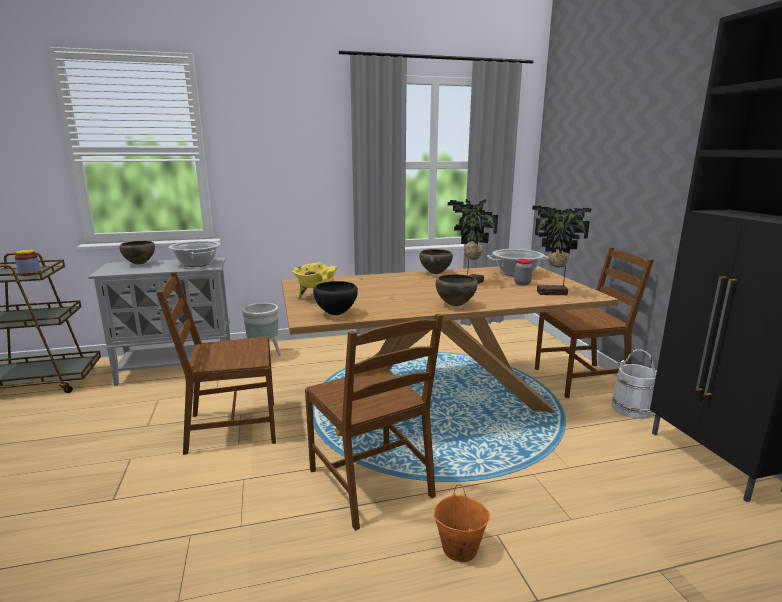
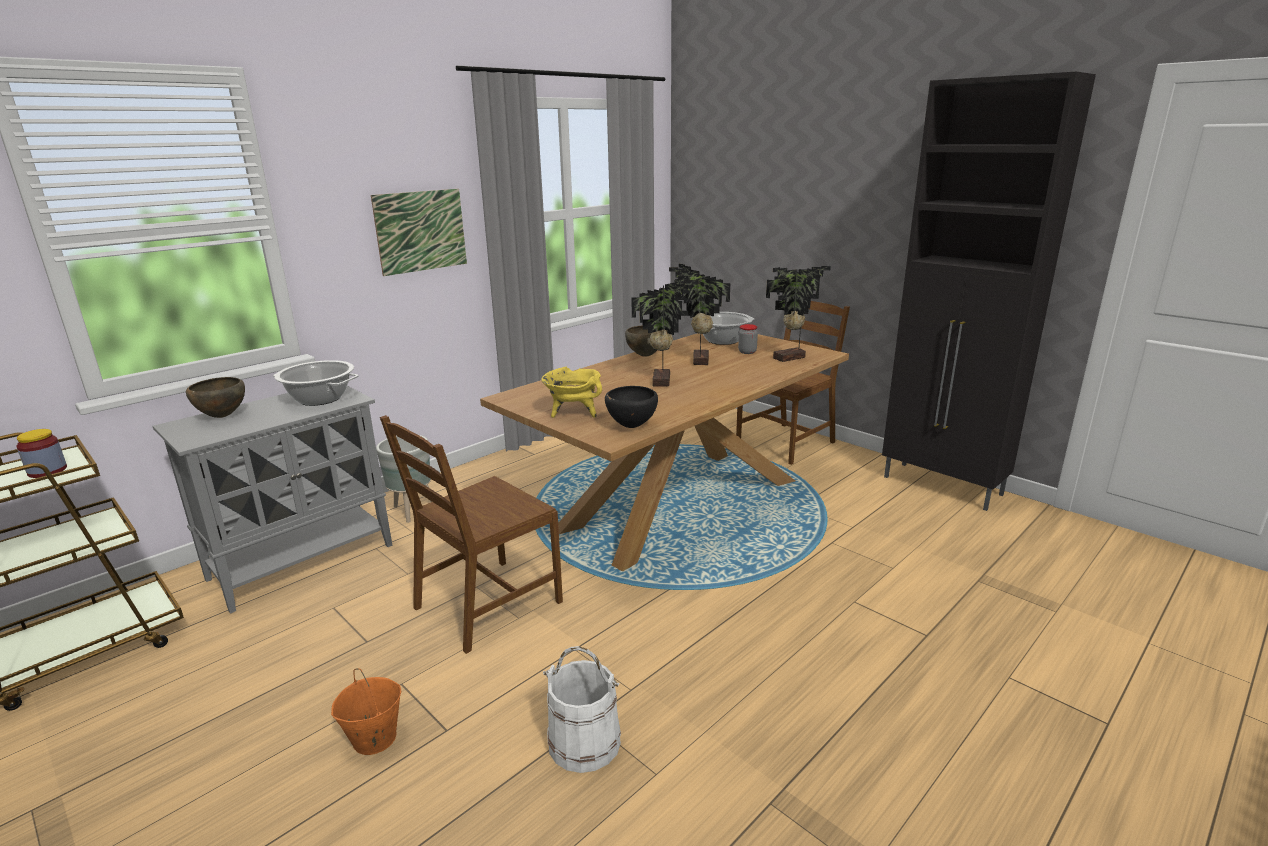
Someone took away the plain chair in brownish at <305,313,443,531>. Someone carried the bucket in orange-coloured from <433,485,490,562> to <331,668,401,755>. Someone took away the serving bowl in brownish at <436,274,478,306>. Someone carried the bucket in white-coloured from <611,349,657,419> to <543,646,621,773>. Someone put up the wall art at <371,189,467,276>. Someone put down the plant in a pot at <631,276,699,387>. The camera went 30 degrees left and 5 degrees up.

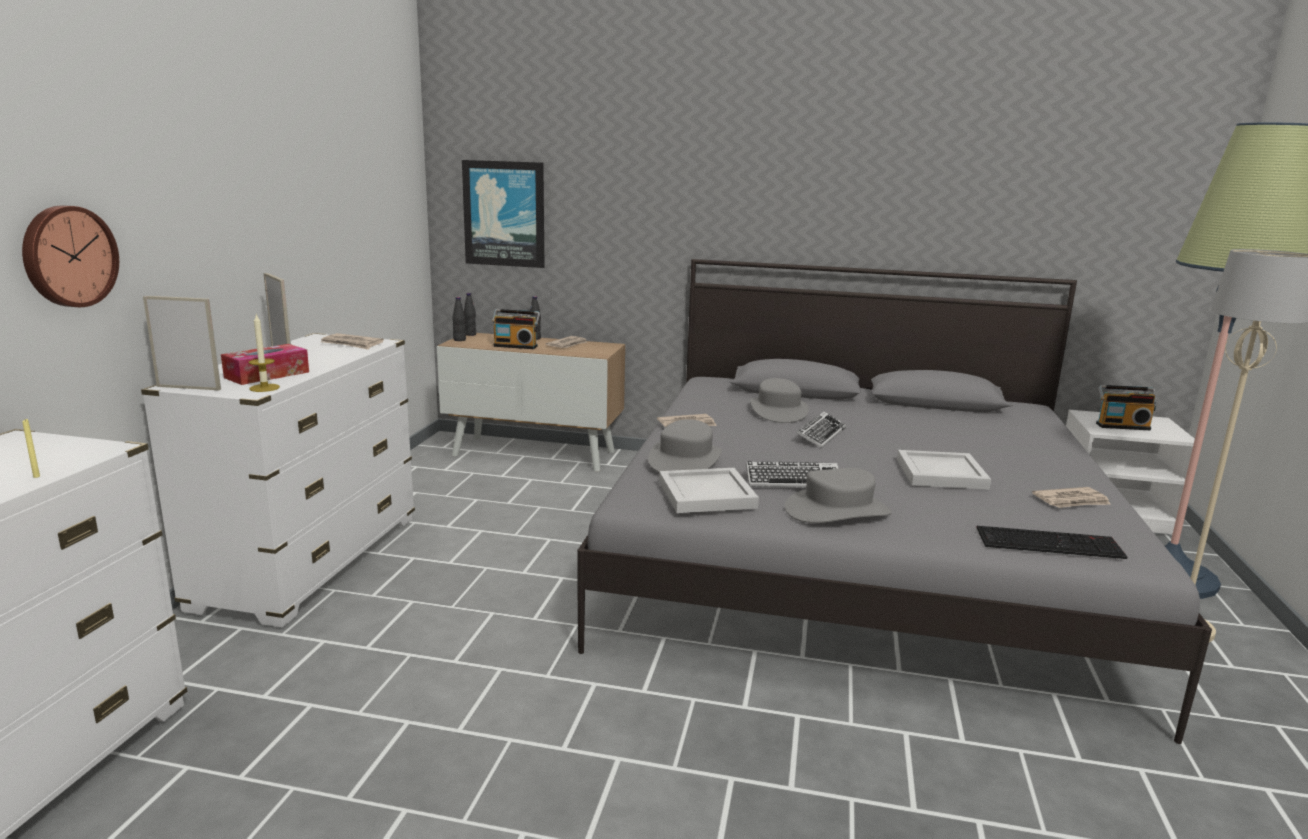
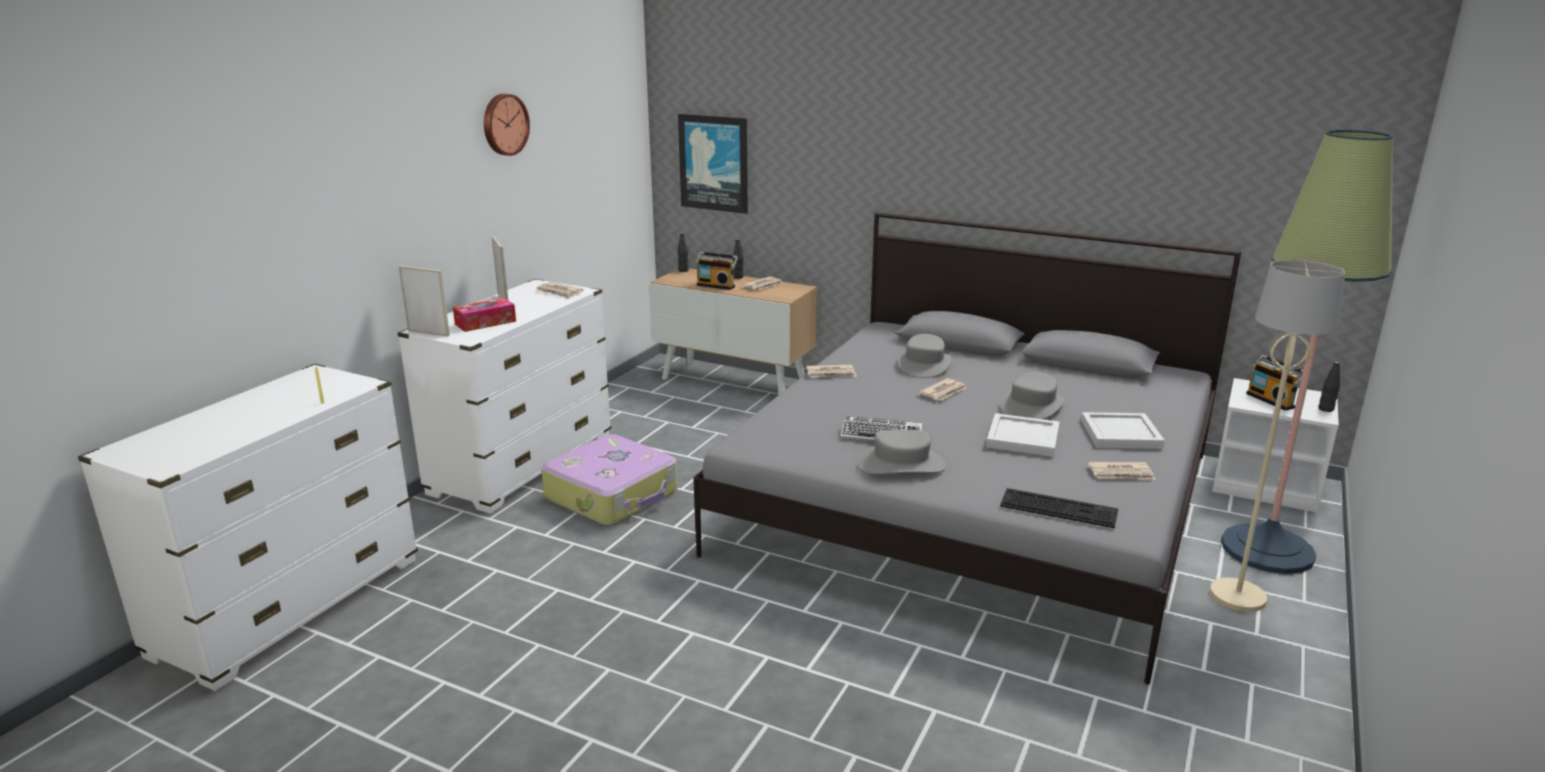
Someone carried the clock on the wall from <22,206,119,307> to <484,94,530,156>. Someone took away the wax light at <249,315,280,392>. Someone carried the bottle in black from <452,297,466,341> to <1318,362,1340,412>. Someone carried the wearable hat in greyish from <648,419,722,472> to <1000,372,1065,419>. Someone carried the serving tray in white-coloured from <659,468,759,513> to <1081,412,1165,449>. Someone swapped the PC keyboard at <796,411,846,448> for the printed paper at <918,378,966,400>. Someone rotated the radio set at <1096,385,1157,430> by 45 degrees clockwise. Someone put down the piece of luggage at <541,434,678,526>. The camera went 15 degrees right and 5 degrees up.

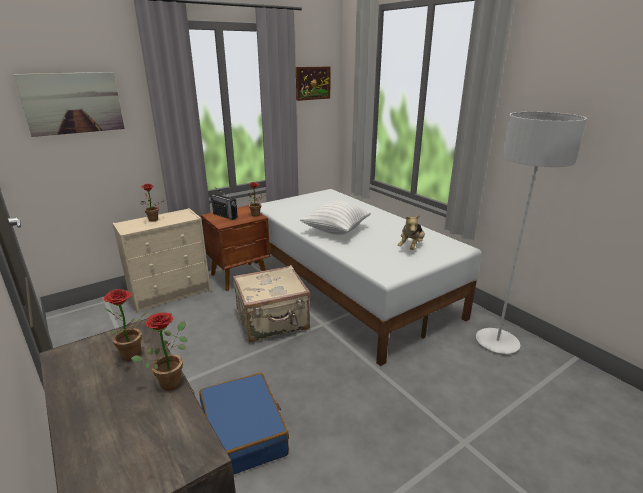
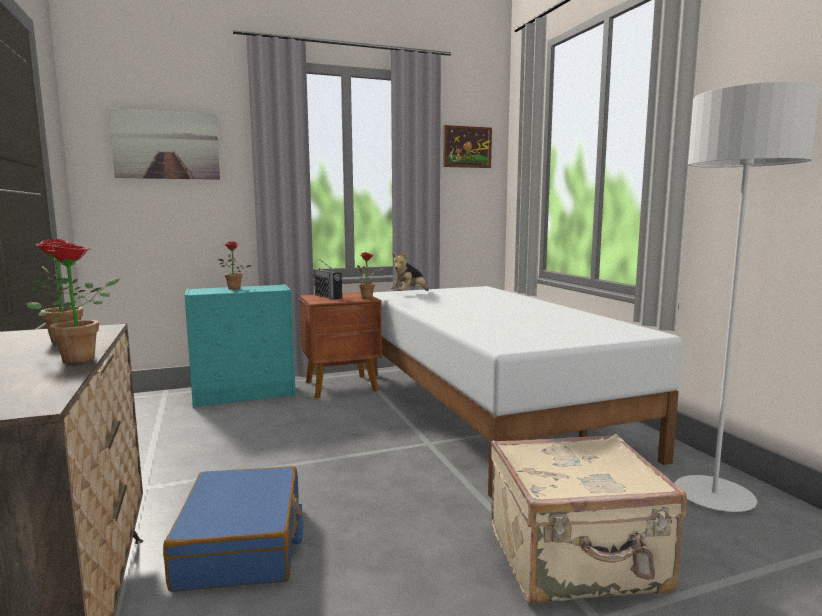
Someone repainted the drawer chest in sand-coloured at <113,208,211,314>, which became the drawer chest in turquoise-coloured at <185,284,296,408>. Someone carried the piece of luggage in sand-coloured from <233,265,310,342> to <491,434,687,604>. Someone took away the cushion in white-coloured at <300,200,371,235>. Someone carried the plush toy from <398,215,425,250> to <390,252,428,291>. The camera went 15 degrees right and 15 degrees down.

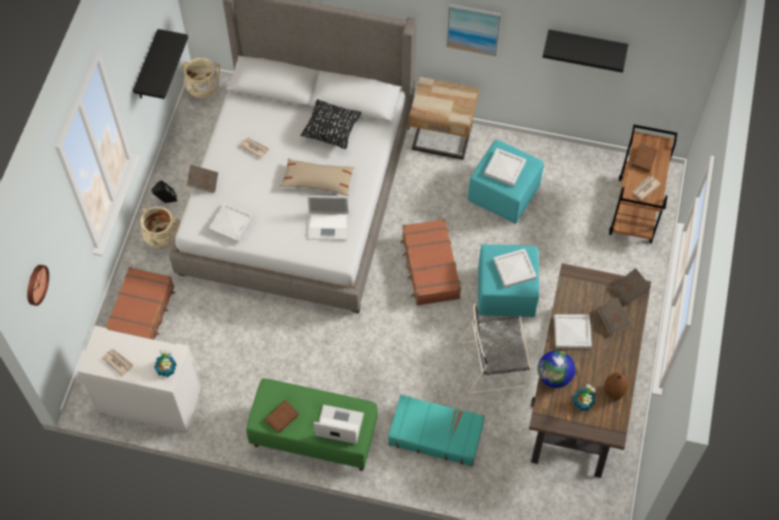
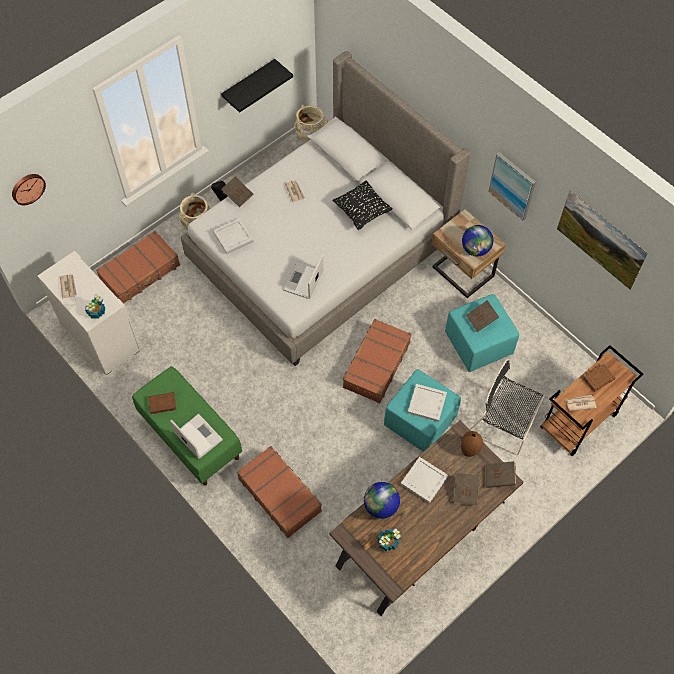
Someone took away the cushion in sand-coloured at <280,158,355,196>. Someone rotated the notebook computer at <308,196,349,240> by 75 degrees clockwise. Someone repainted the piece of luggage in turquoise-coloured at <388,395,485,467>, which became the piece of luggage in brownish at <237,446,322,538>. Someone carried the plain chair in black from <460,303,532,394> to <470,359,545,455>. Someone swapped the serving tray in white-coloured at <484,148,526,186> for the volume in brownish at <466,300,499,332>. Someone swapped the shelf in black at <543,29,628,73> for the wall art at <557,191,648,290>. Someone carried the vase in brownish from <604,373,629,401> to <461,431,483,457>. Someone put down the desk globe at <462,225,493,256>. The camera went 35 degrees right and 0 degrees up.

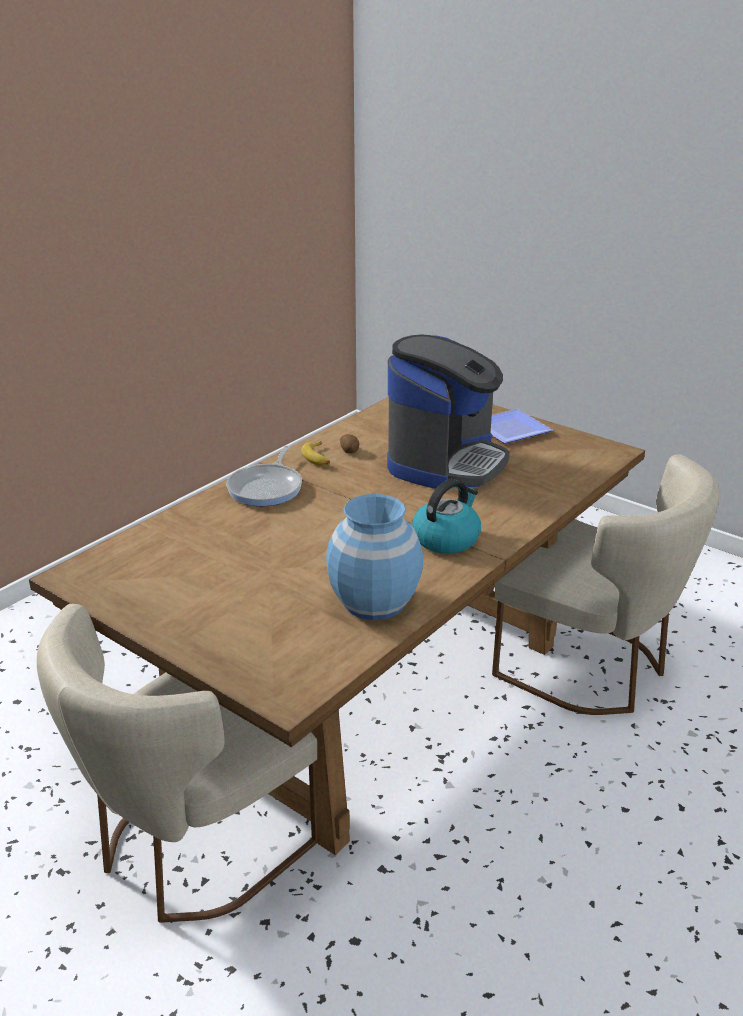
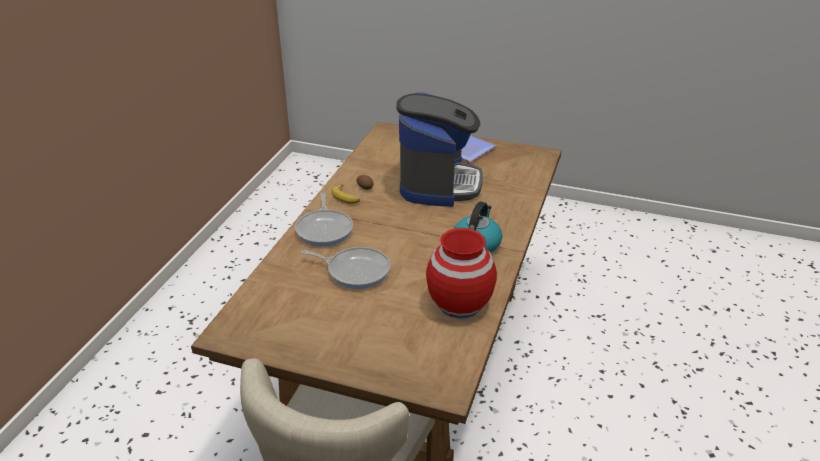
Someone repainted the vase in blue-coloured at <326,494,423,620>, which became the vase in red at <426,228,497,318>. Someone took away the plain chair in sand-coloured at <492,454,719,715>. Someone put down the frying pan at <301,247,390,289>. The camera went 20 degrees left and 5 degrees up.

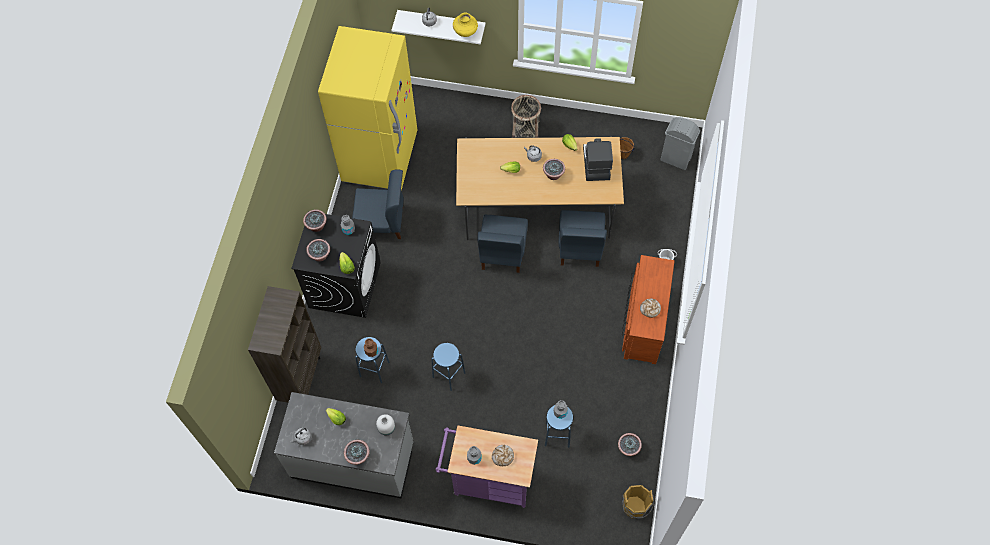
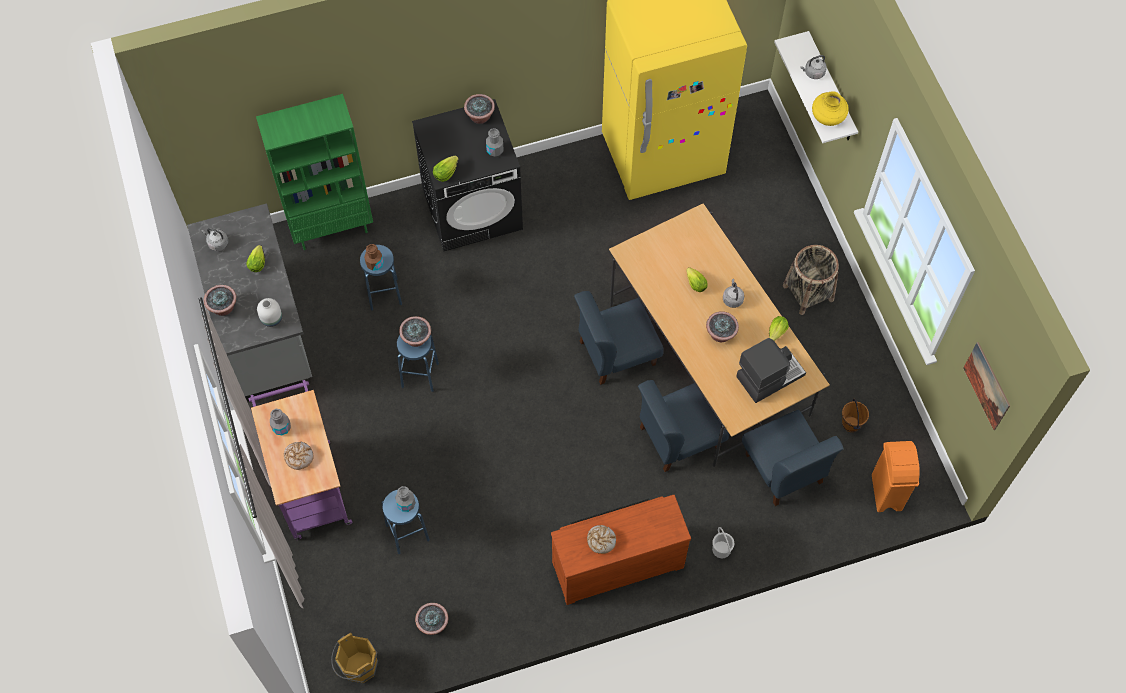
Someone repainted the bookshelf in brownish at <248,286,322,403>, which became the bookshelf in green-coloured at <256,94,373,250>. Someone carried the plant in a pot from <306,239,330,262> to <399,316,431,347>. Someone carried the plain chair in blue-coloured from <352,169,404,239> to <742,410,843,506>. Someone repainted the waste bin in greyish at <660,117,700,170>, which became the waste bin in orange-coloured at <872,441,920,512>. Someone put up the wall art at <963,342,1010,430>. The camera went 60 degrees right and 0 degrees up.

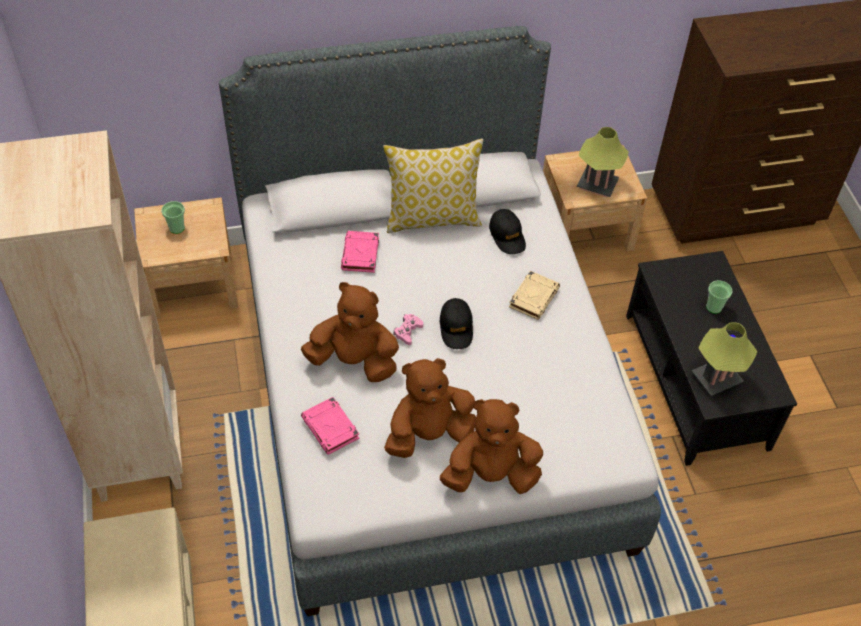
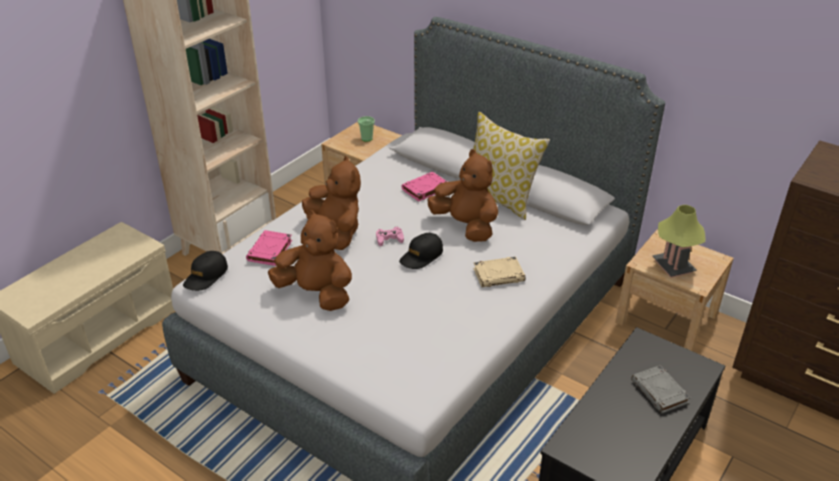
Someone carried the plush toy in brownish from <440,399,543,494> to <427,149,498,242>. Someone carried the cap in black from <489,209,526,254> to <183,251,228,291>. Someone took away the table lamp at <691,322,758,396>. Someone swapped the small cup at <706,280,732,314> for the volume in greyish at <631,365,691,414>. The camera went 50 degrees right and 15 degrees down.

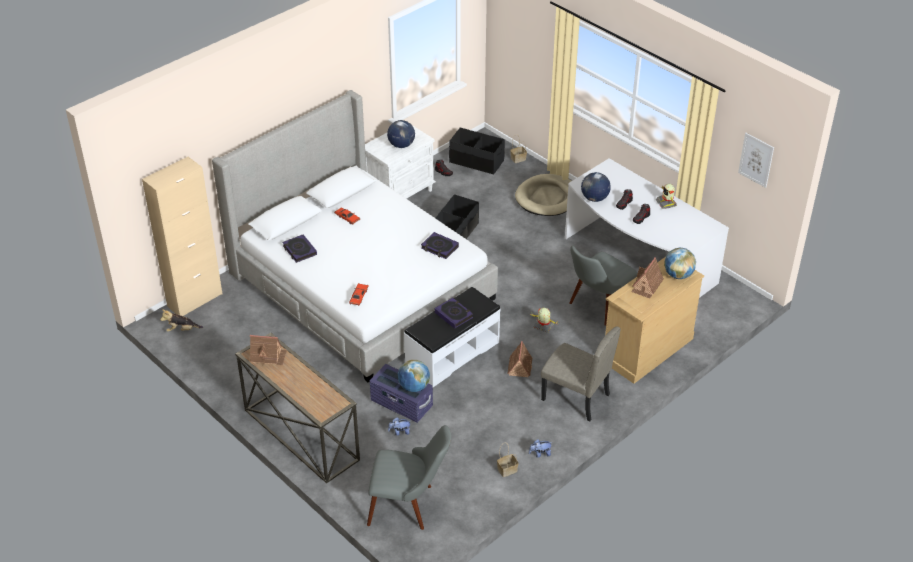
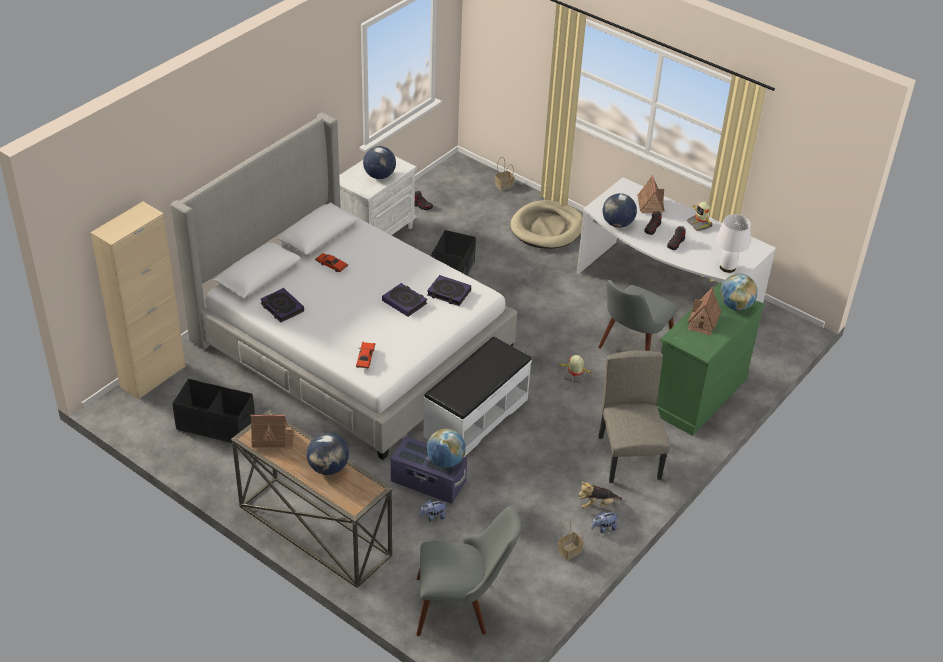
Someone carried the plush toy from <160,309,203,332> to <579,482,622,509>. Someone carried the volume from <434,298,473,329> to <382,283,427,317>. Someone carried the storage box in black from <449,127,505,175> to <172,379,255,443>. Someone carried the toy house from <507,341,532,377> to <637,175,665,214>. Someone rotated the plain chair in sand-coloured at <541,326,621,421> by 120 degrees counterclockwise. Someone repainted the drawer chest in sand-coloured at <605,258,704,384>, which became the drawer chest in green-coloured at <656,282,765,436>. Someone took away the wall art at <738,133,774,188>. Someone put down the desk globe at <307,433,349,475>. Someone put down the table lamp in white-coloured at <716,214,751,273>. The camera went 10 degrees left and 0 degrees up.

